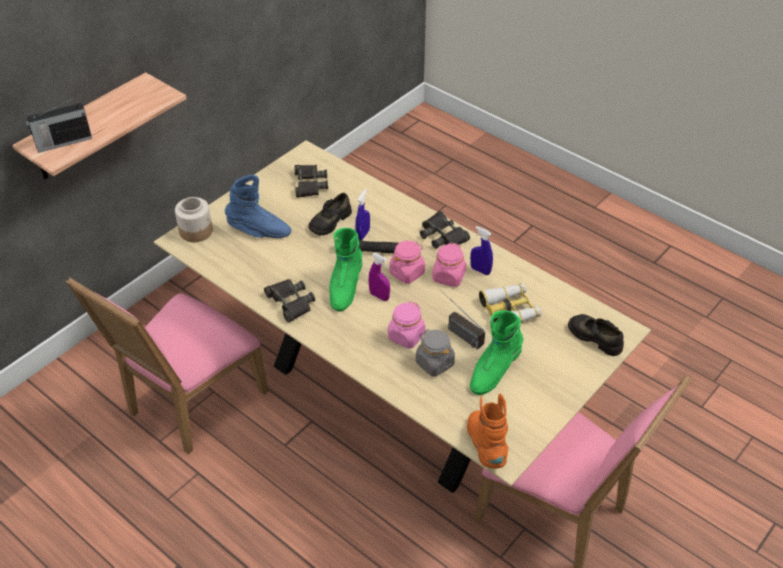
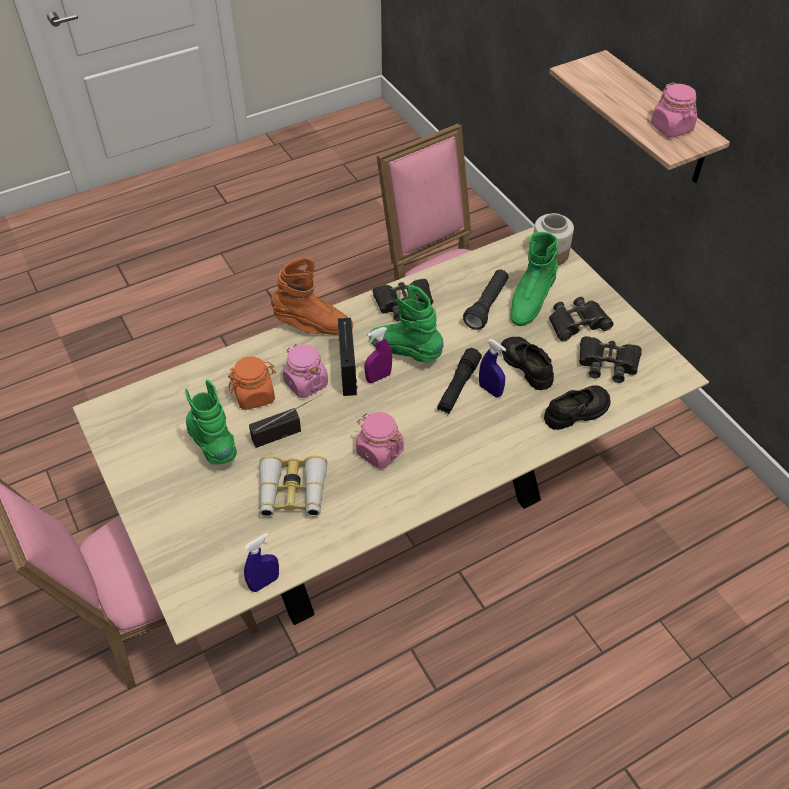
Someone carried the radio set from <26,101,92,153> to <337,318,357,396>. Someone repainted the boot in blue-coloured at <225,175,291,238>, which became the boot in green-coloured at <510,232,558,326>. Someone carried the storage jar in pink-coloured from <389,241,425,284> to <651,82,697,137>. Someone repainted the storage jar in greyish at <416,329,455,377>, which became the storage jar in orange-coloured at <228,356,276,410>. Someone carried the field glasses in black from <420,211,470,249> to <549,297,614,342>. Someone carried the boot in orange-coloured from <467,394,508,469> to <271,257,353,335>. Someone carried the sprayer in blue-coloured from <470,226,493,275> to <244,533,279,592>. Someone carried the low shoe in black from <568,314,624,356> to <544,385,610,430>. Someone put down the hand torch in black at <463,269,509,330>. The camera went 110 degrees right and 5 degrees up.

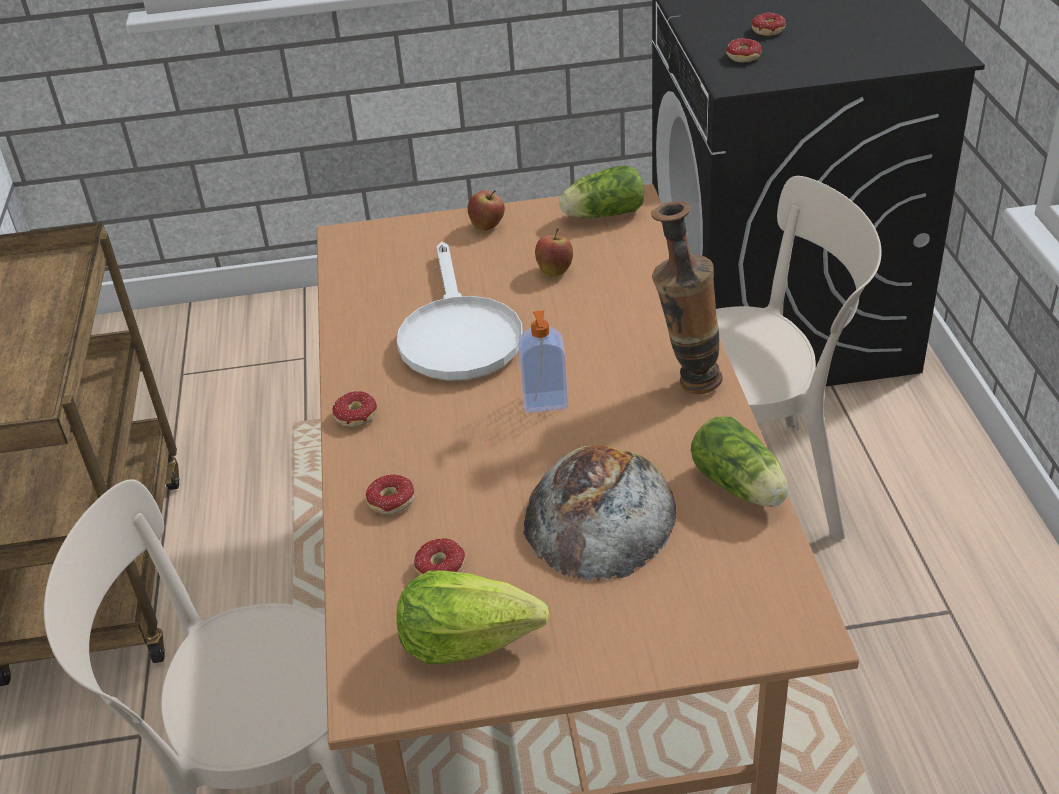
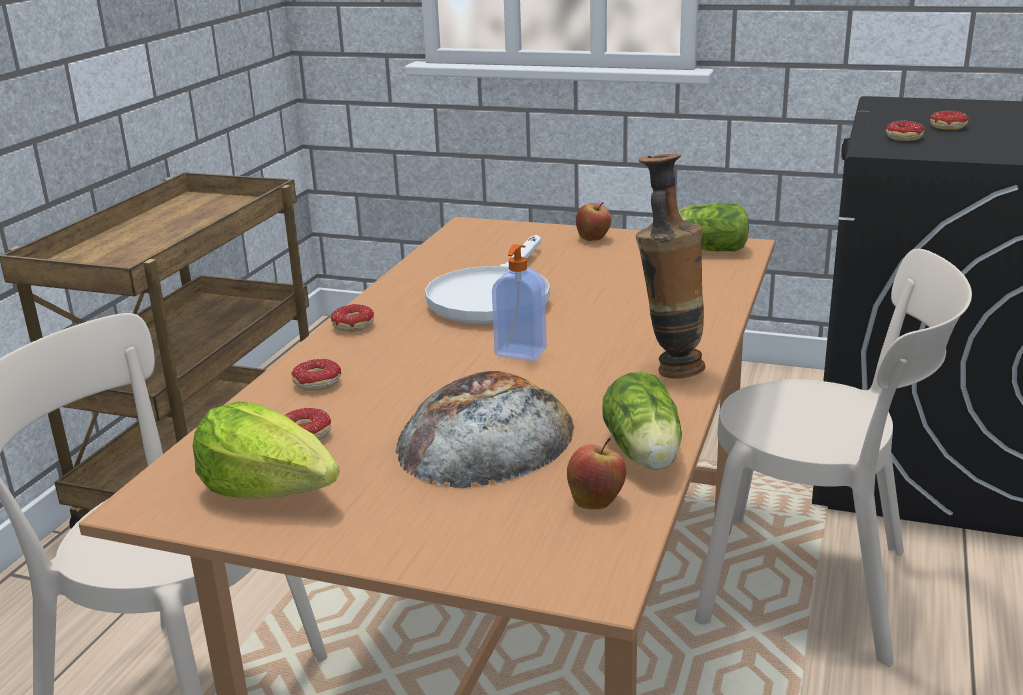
Someone carried the whole apple from <535,228,573,277> to <567,438,626,509>. The camera went 25 degrees right and 15 degrees down.

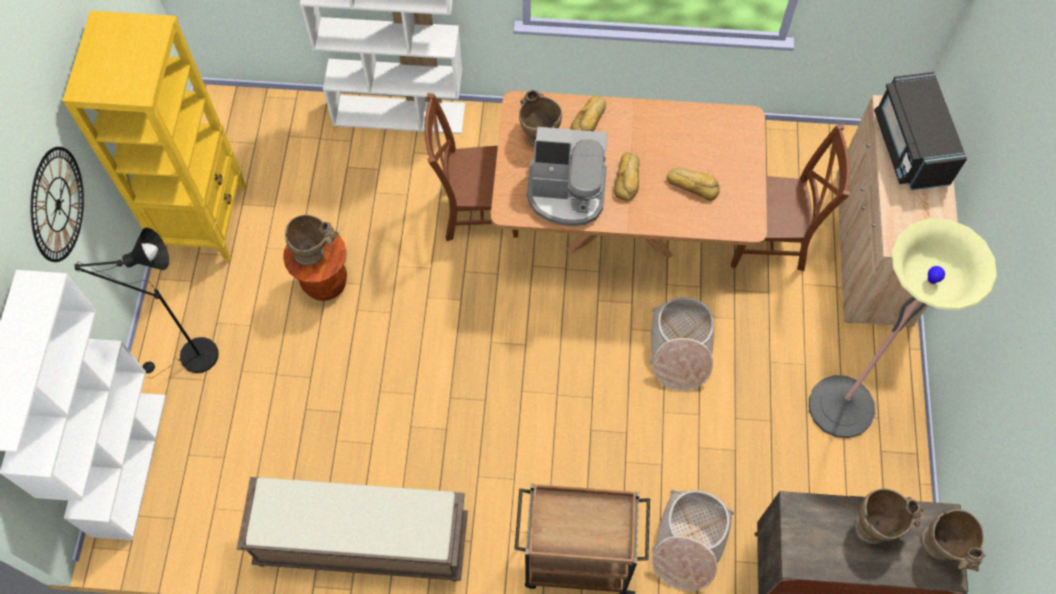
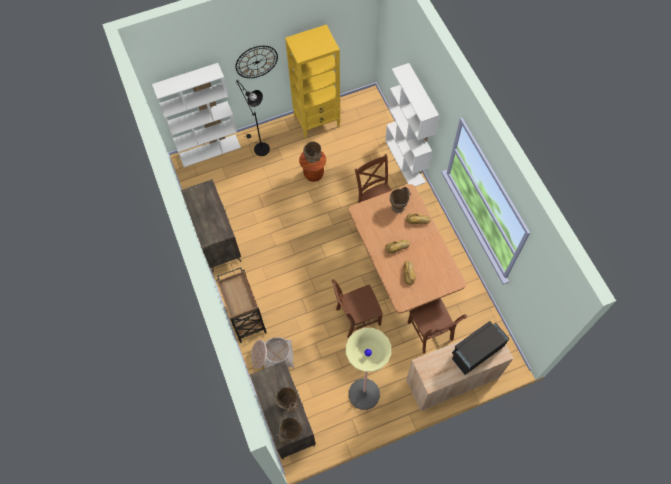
Someone swapped the long seat in brownish at <237,477,468,582> for the drawer chest at <181,179,242,272>. Someone took away the coffee maker at <527,127,607,226>. Someone swapped the basket at <649,297,714,390> for the plain chair in brownish at <331,279,383,338>. The camera went 65 degrees right and 0 degrees up.

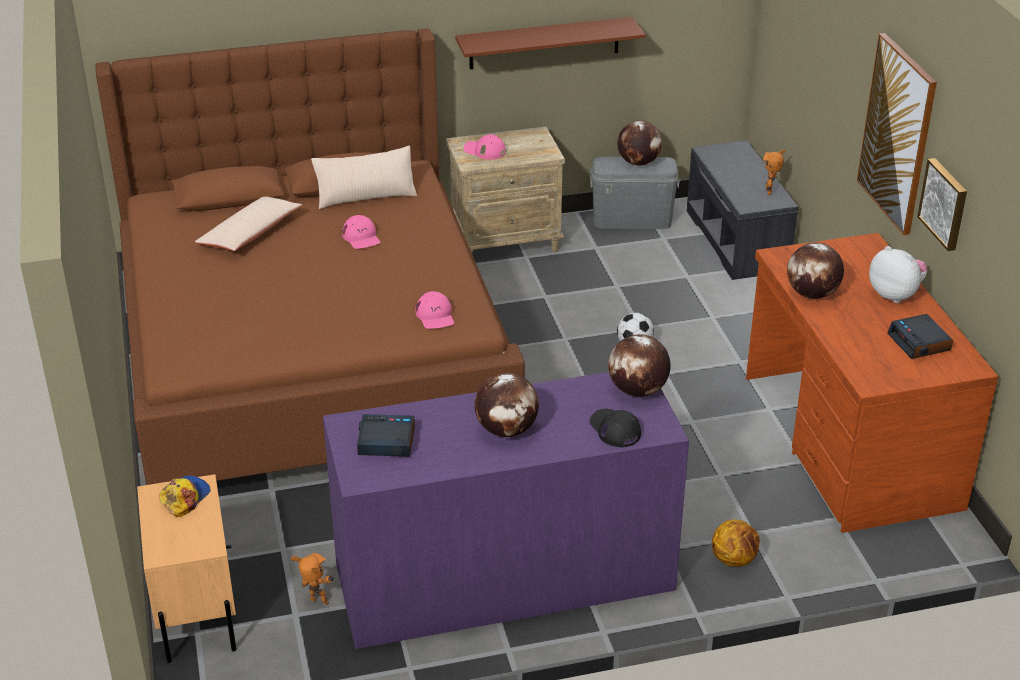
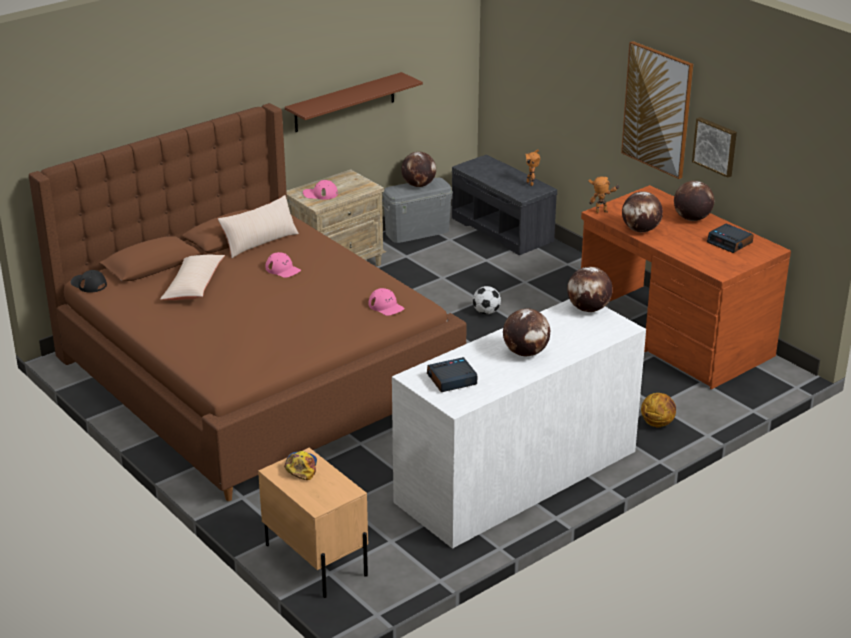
Someone carried the model robot from <291,553,335,605> to <588,176,620,213>. Someone repainted the drawer chest in purple at <323,372,689,649>, which became the drawer chest in white-coloured at <392,299,646,549>. Someone carried the cap in black from <589,409,641,447> to <70,270,107,293>. Someone swapped the plush toy at <869,246,928,303> for the desk globe at <674,181,714,221>. The camera went 25 degrees left and 5 degrees down.

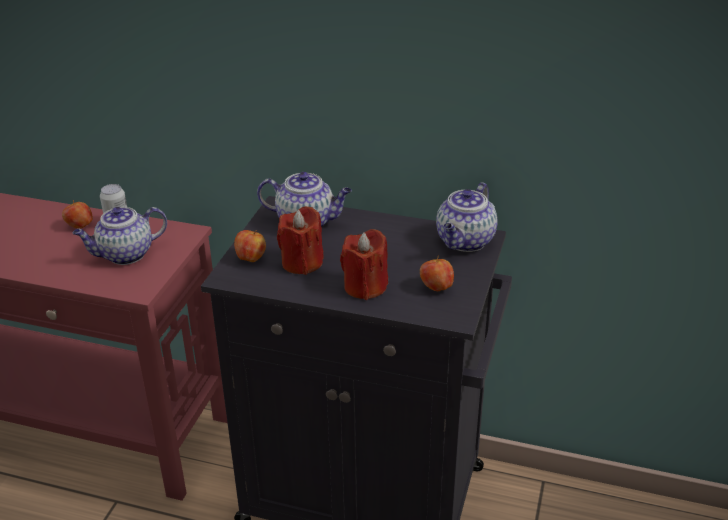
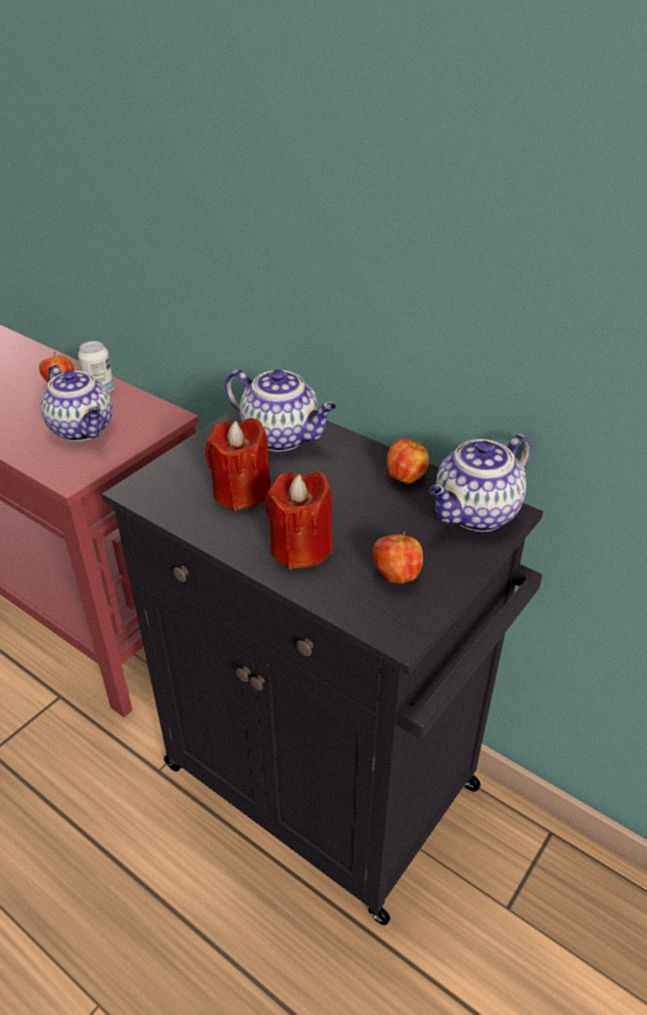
Someone rotated the tea pot at <73,207,167,265> by 120 degrees counterclockwise. Someone carried the whole apple from <234,230,266,262> to <387,439,429,484>. The camera went 20 degrees right and 5 degrees up.

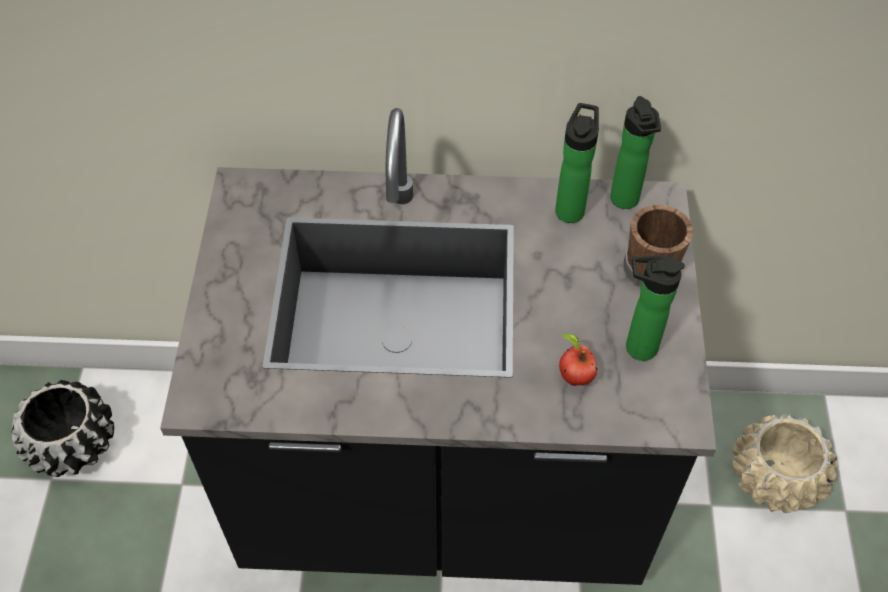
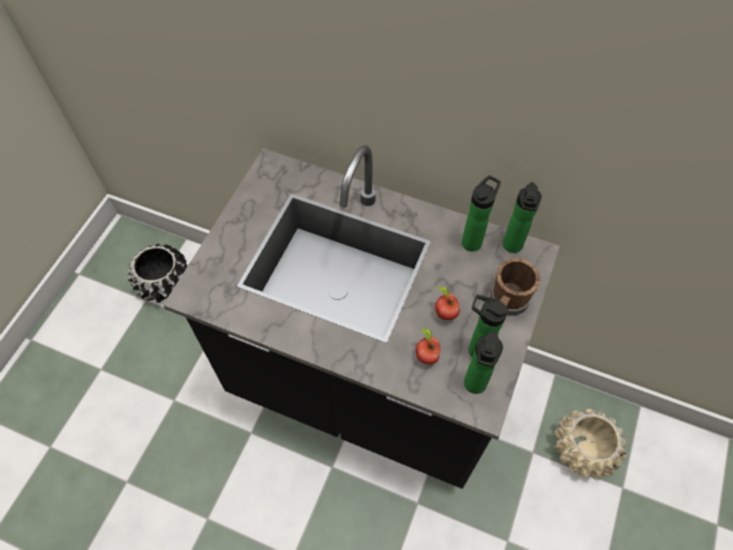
Someone put down the whole apple at <435,287,460,320>. Someone put down the bottle at <464,331,503,394>. The camera went 20 degrees right and 5 degrees up.

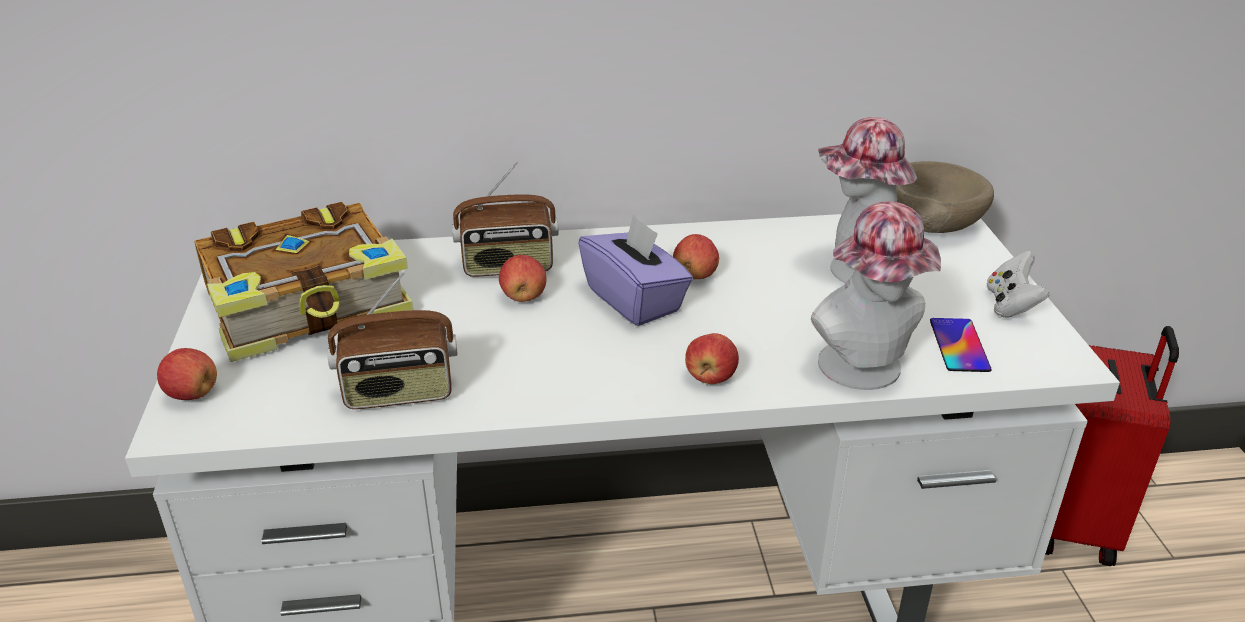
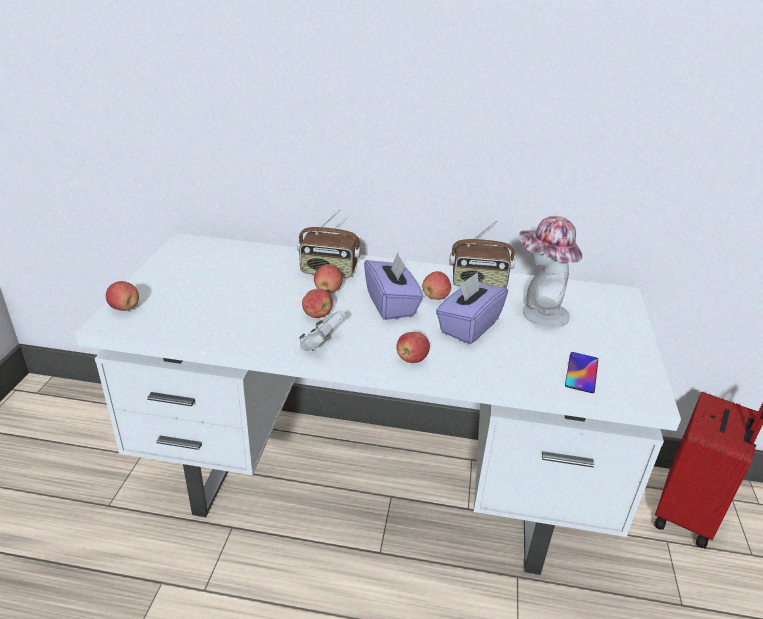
Someone took away the volume at <194,202,413,362>. Someone carried the radio set from <327,272,458,409> to <449,221,515,288>. Someone took away the wearable hat at <811,201,941,390>. Someone took away the serving bowl in sand-coloured at <896,161,994,233>. Someone carried the gamepad in white-coloured from <987,251,1049,318> to <299,310,346,351>. Someone put down the whole apple at <302,289,333,318>. Someone put down the tissue holder in purple at <436,272,508,344>. The camera went 15 degrees right and 0 degrees up.

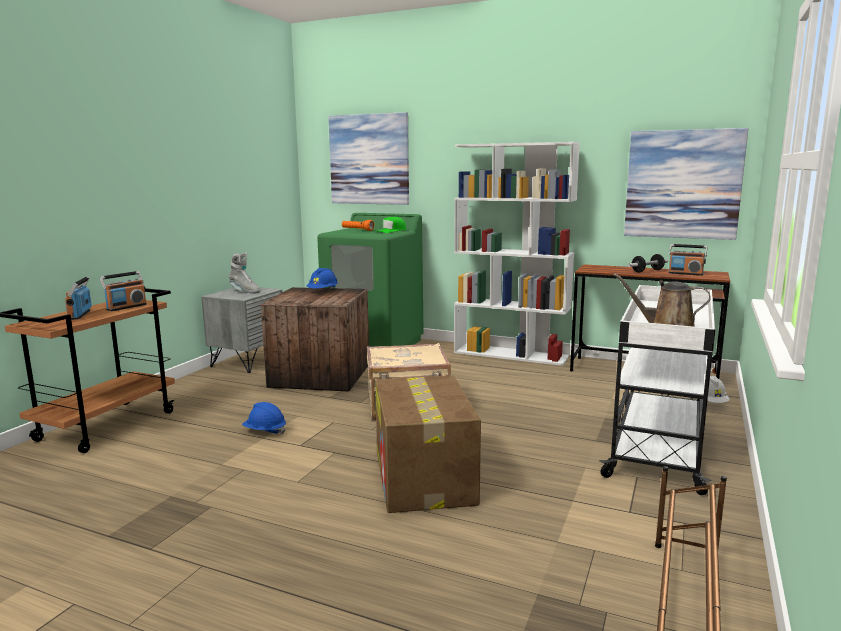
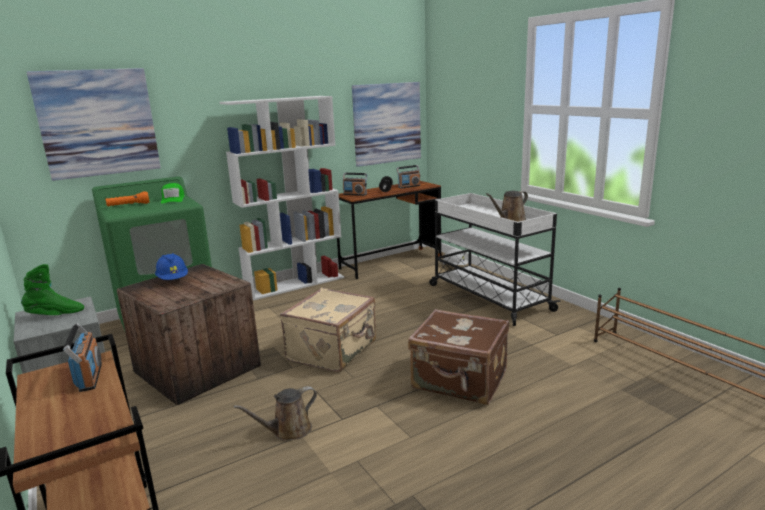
Someone carried the radio set from <65,277,92,320> to <343,173,367,196>. Someone repainted the boot in greyish at <229,252,260,293>, which became the boot in green-coloured at <21,264,84,315>. Someone swapped the hard hat in blue-coloured at <242,402,286,435> for the sprinkling can in brownish at <233,386,317,441>. Someone swapped the cardboard box at <375,375,481,513> for the piece of luggage in brownish at <408,309,509,405>. The camera went 55 degrees left and 5 degrees up.

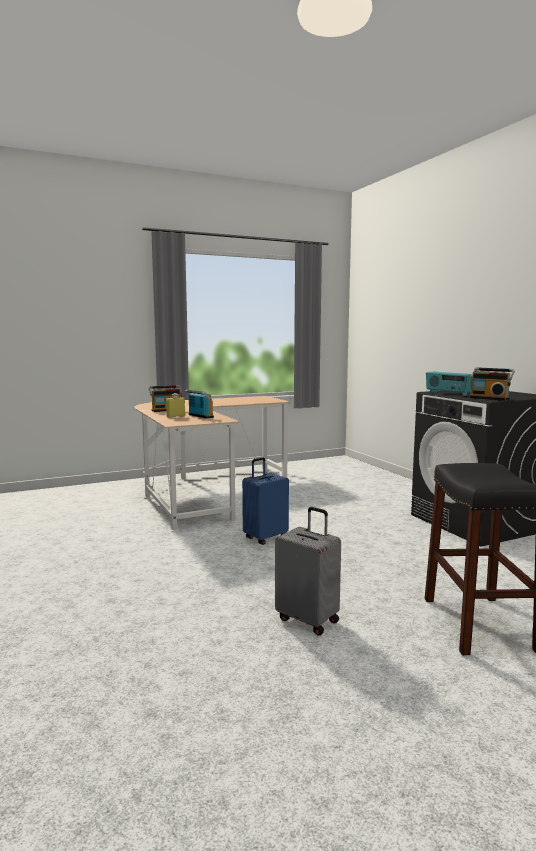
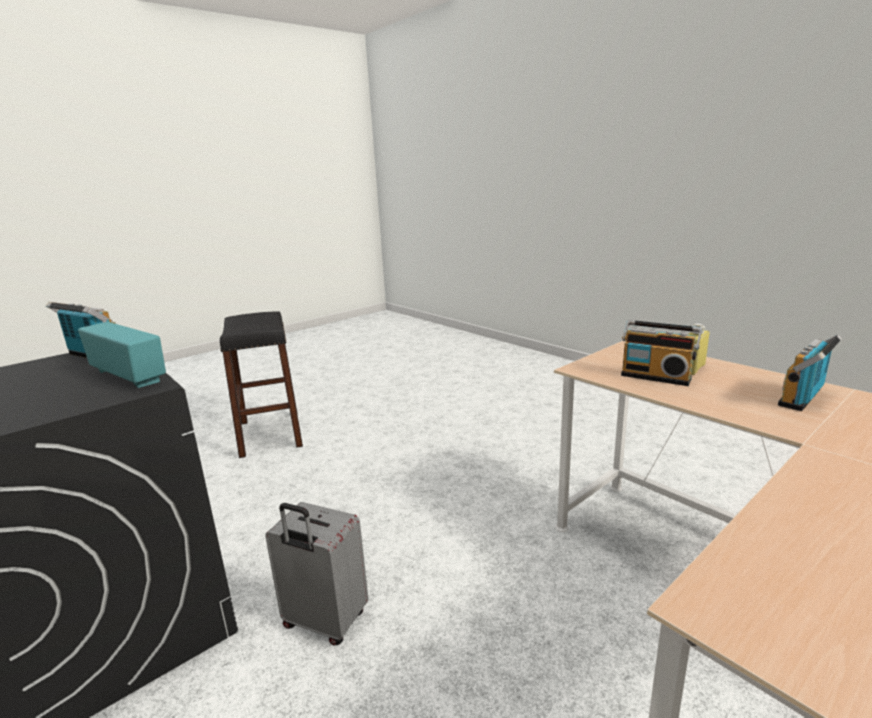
Someone took away the piece of luggage in blue-coloured at <242,457,289,545>. Someone carried the piece of luggage in greyish from <275,507,341,636> to <265,502,368,646>. The camera went 165 degrees right and 10 degrees up.

